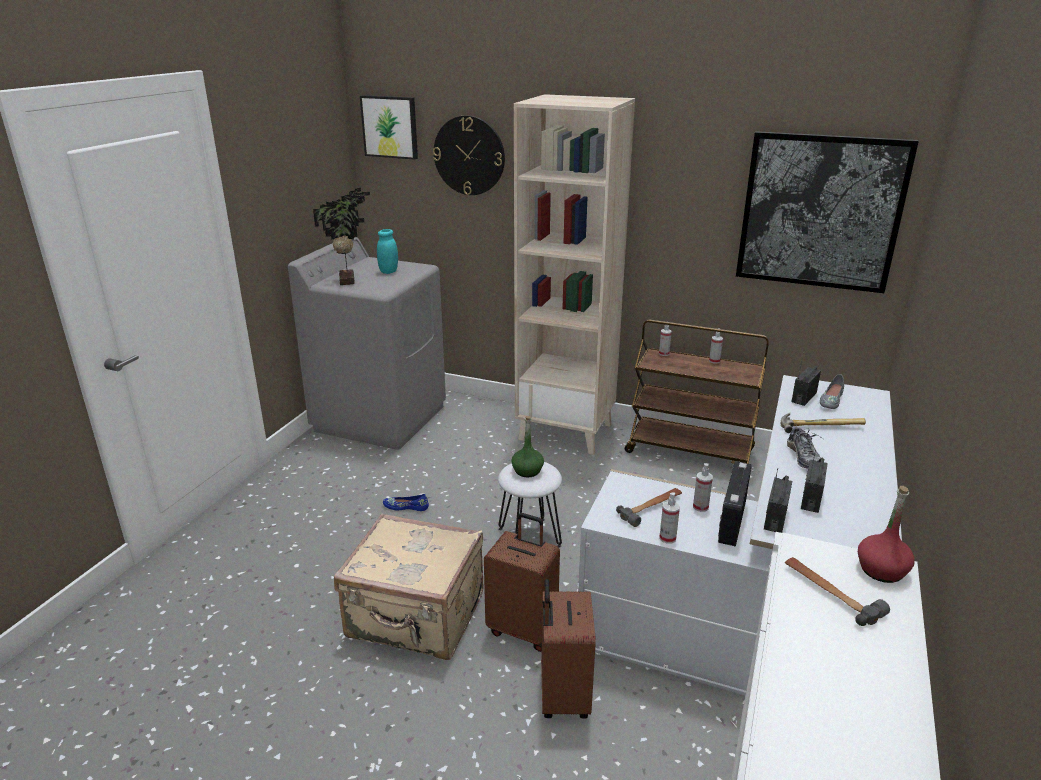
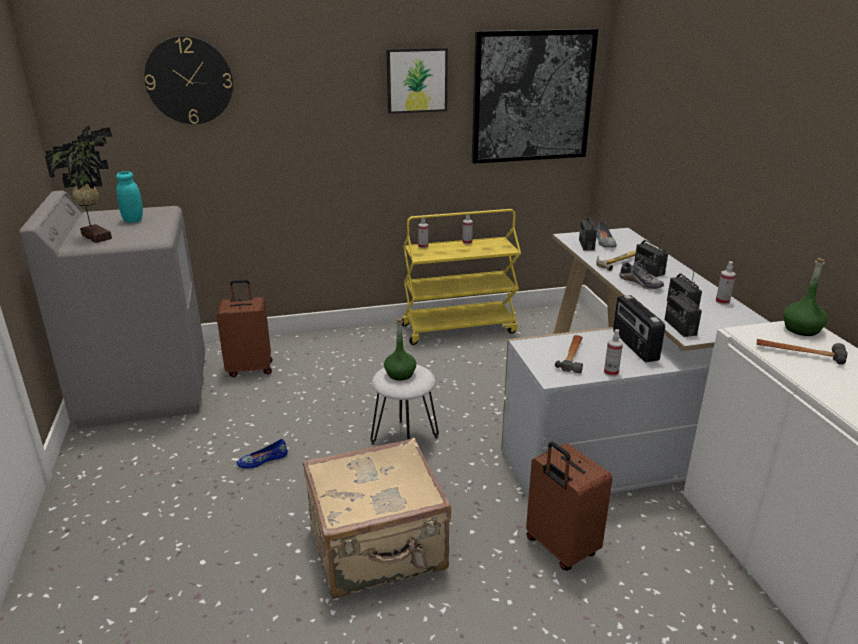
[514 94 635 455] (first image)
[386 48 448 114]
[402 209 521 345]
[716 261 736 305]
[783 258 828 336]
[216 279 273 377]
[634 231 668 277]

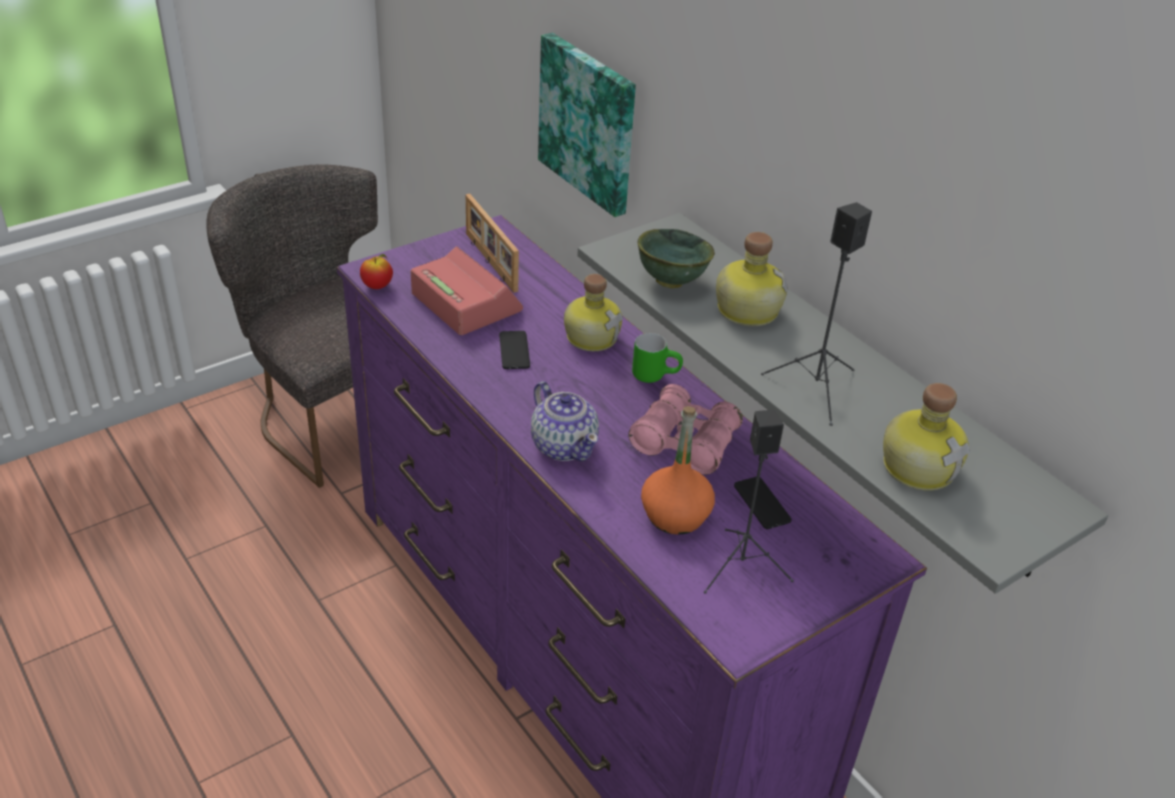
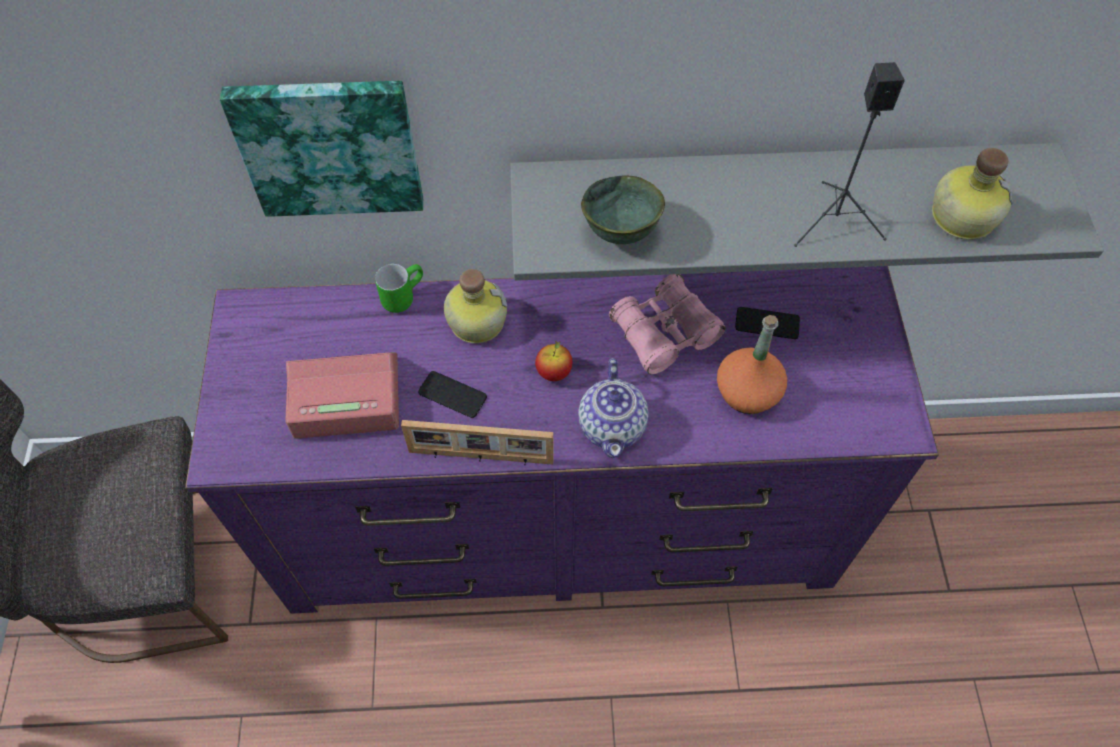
[401 420 554 465]
[716 232 787 326] (first image)
[535 341 572 381]
[375 264 423 313]
[578 358 649 458]
[704 410 794 594] (first image)

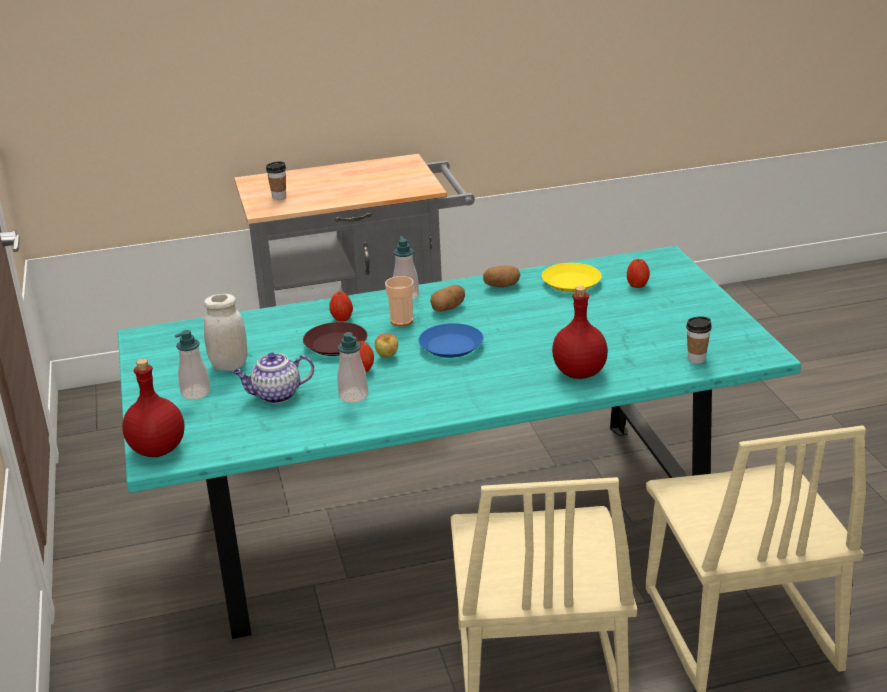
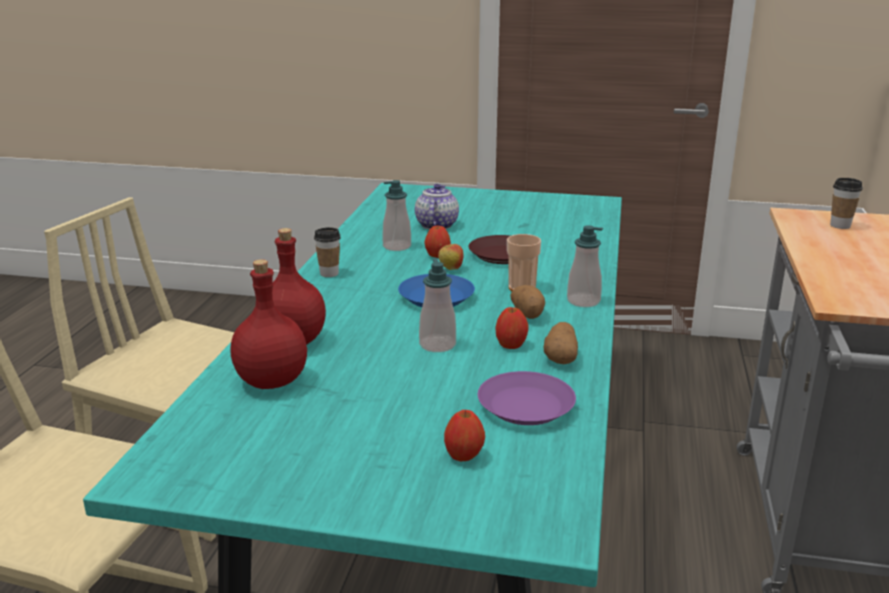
[478 371 576 425]
[495 307 529 349]
[204 294 247 371] (first image)
[314 227 341 277]
[419 258 456 352]
[231 259 307 389]

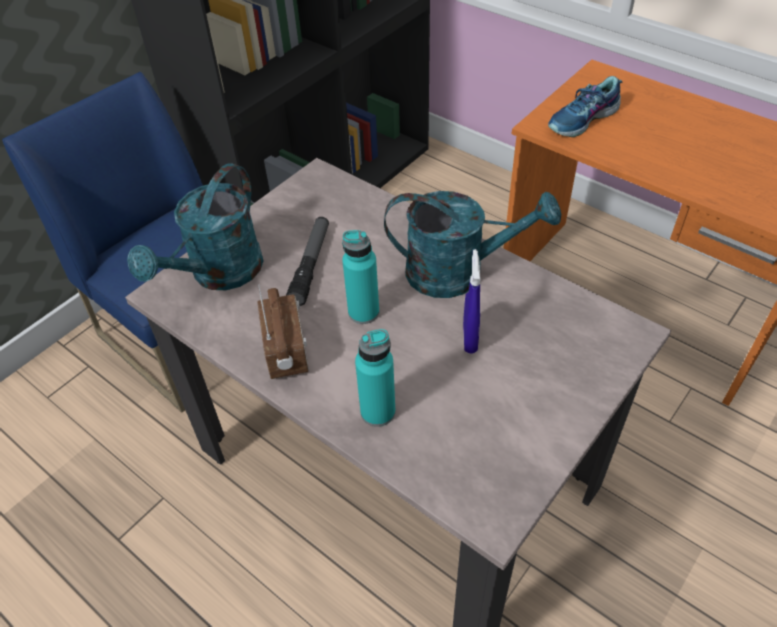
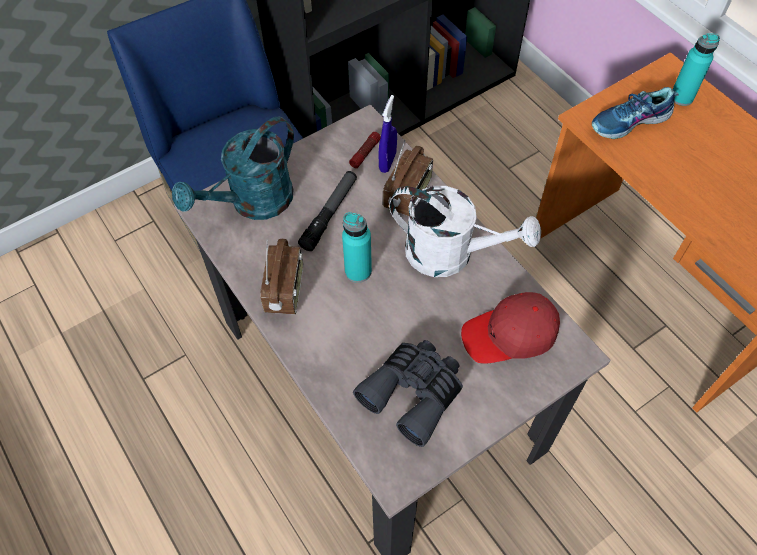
[389 186 541 277]
[379 95 397 173]
[673 34 720 106]
[349 132 381 168]
[383 139 433 216]
[461 292 560 364]
[353 340 463 447]

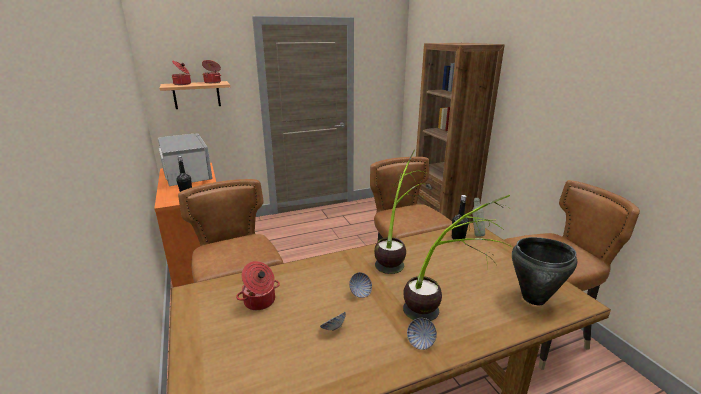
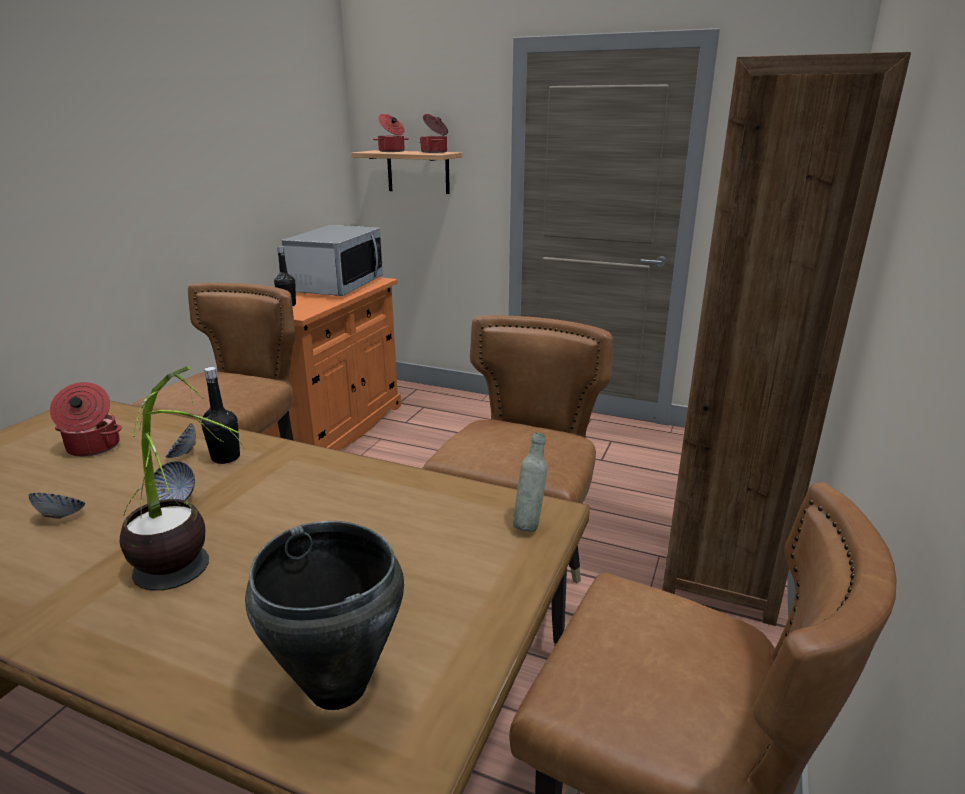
[374 150 427 274] (first image)
[201 367 240 464]
[165 423 196 458]

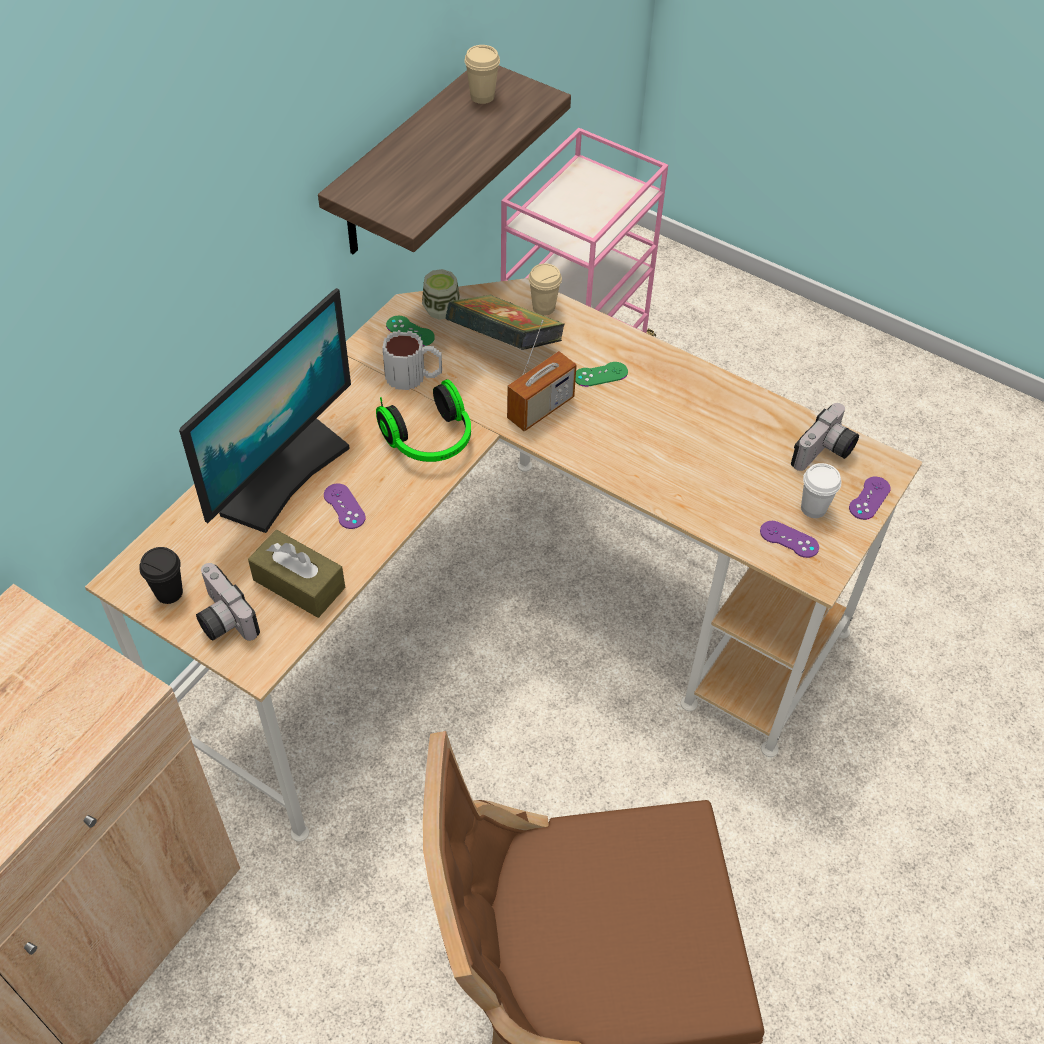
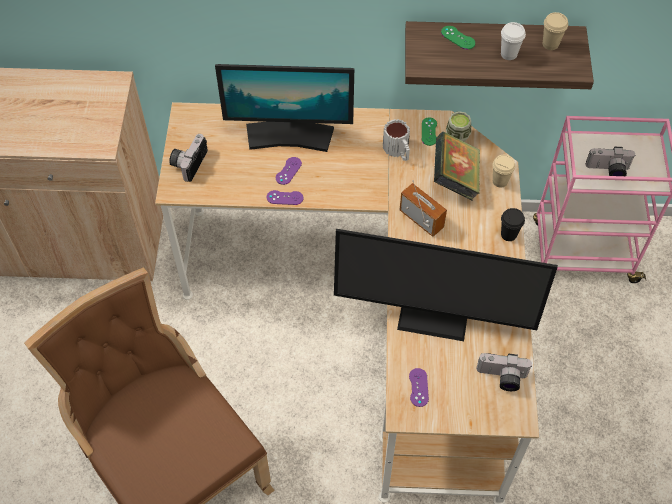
[400 180 447 237]
[441 26 475 49]
[376 379 471 462] (first image)
[501 22 526 60]
[267 190 303 205]
[248 530 345 618] (first image)
[501 208 525 241]
[585 147 636 176]
[334 229 558 341]

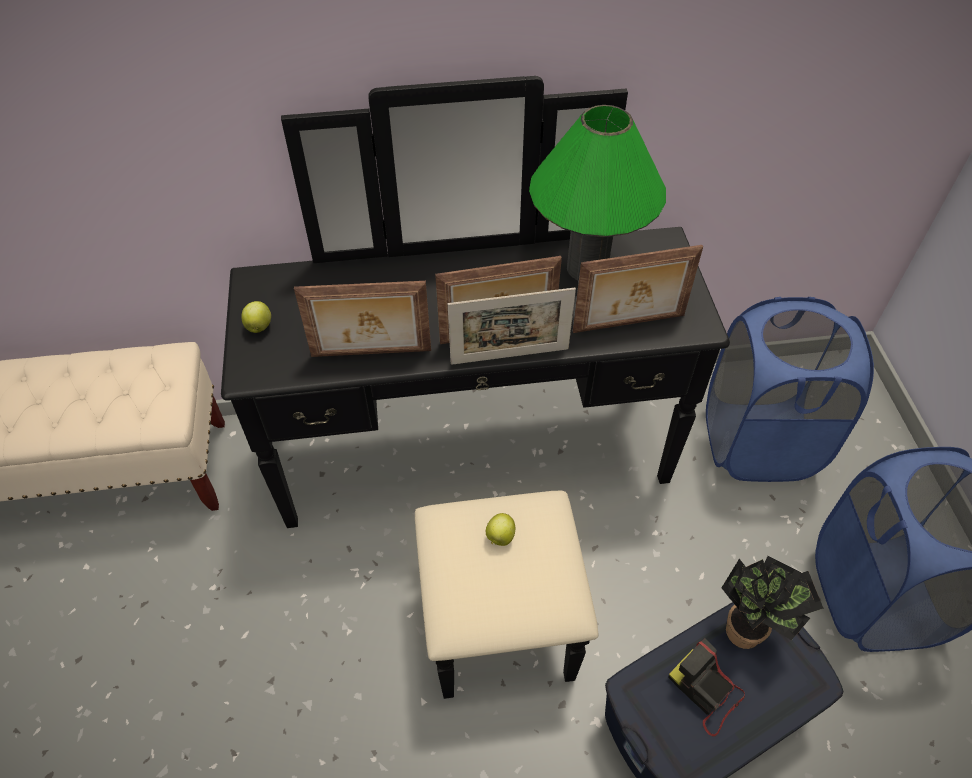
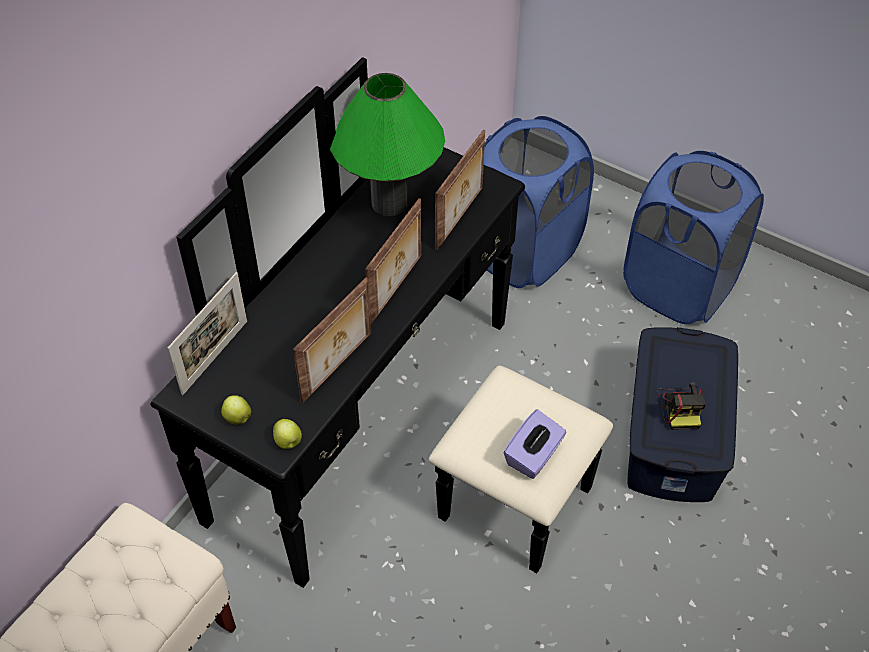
[168 272 247 395]
[273 419 302 449]
[722 556 824 649] (first image)
[657 383 706 430]
[503 409 567 479]

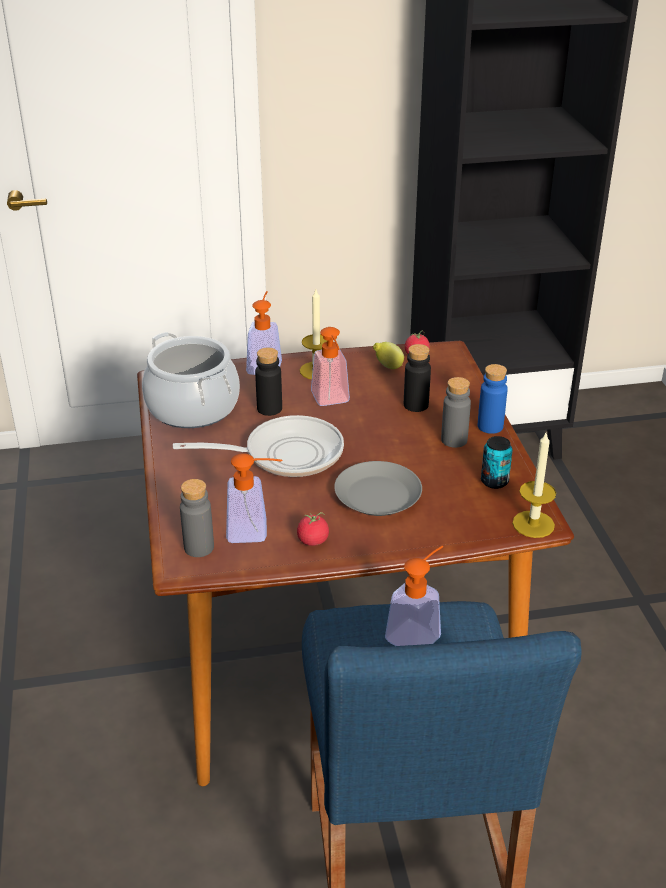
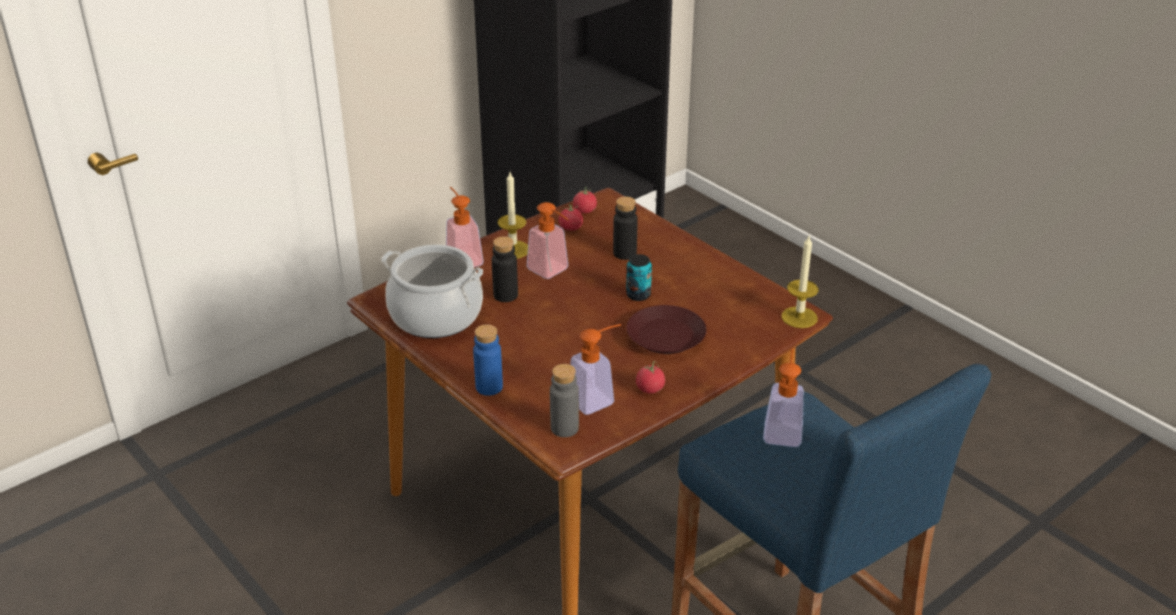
[559 203 583 231]
[473 324 503 396]
[441 377 471 448] (first image)
[173 415 344 477] (first image)
[626 254 652 301]
[627 305 707 354]

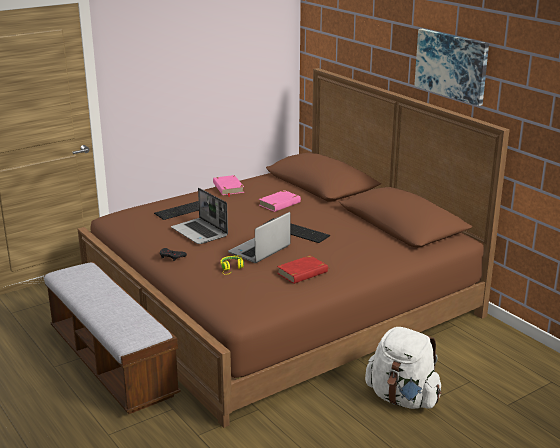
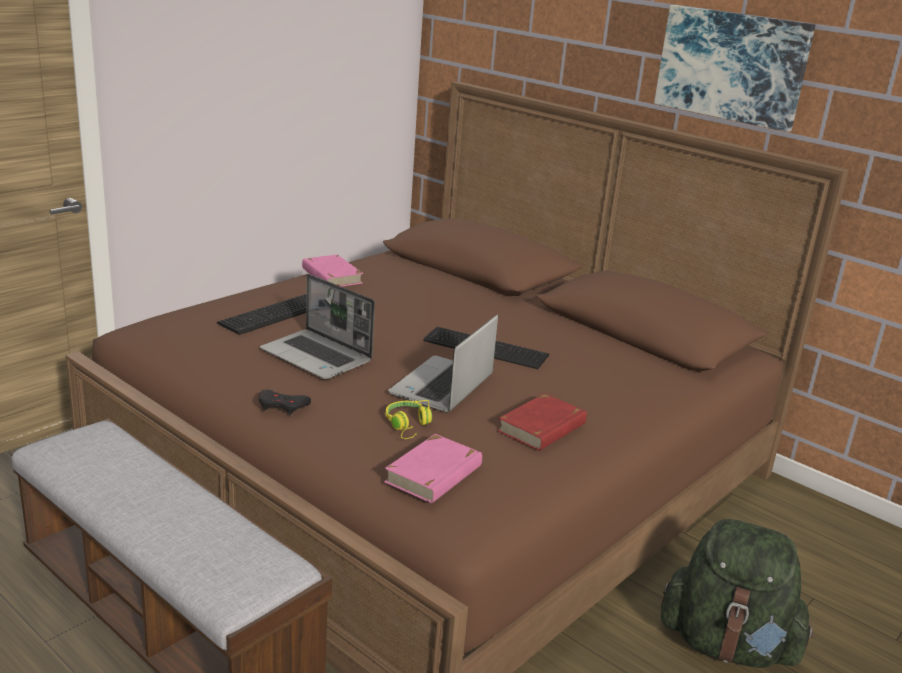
[384 434 482 503]
[661 519 814 668]

